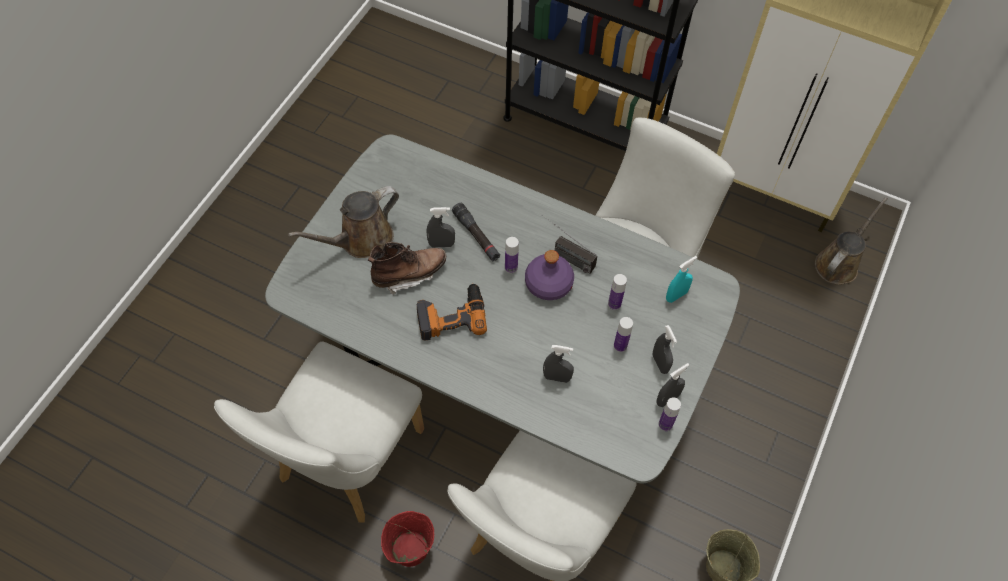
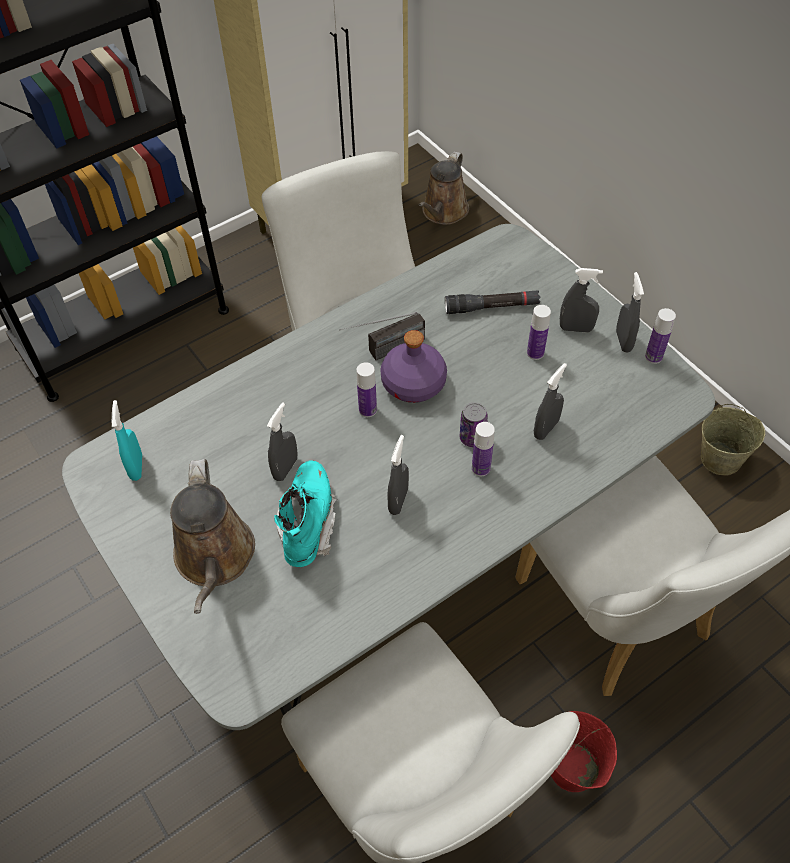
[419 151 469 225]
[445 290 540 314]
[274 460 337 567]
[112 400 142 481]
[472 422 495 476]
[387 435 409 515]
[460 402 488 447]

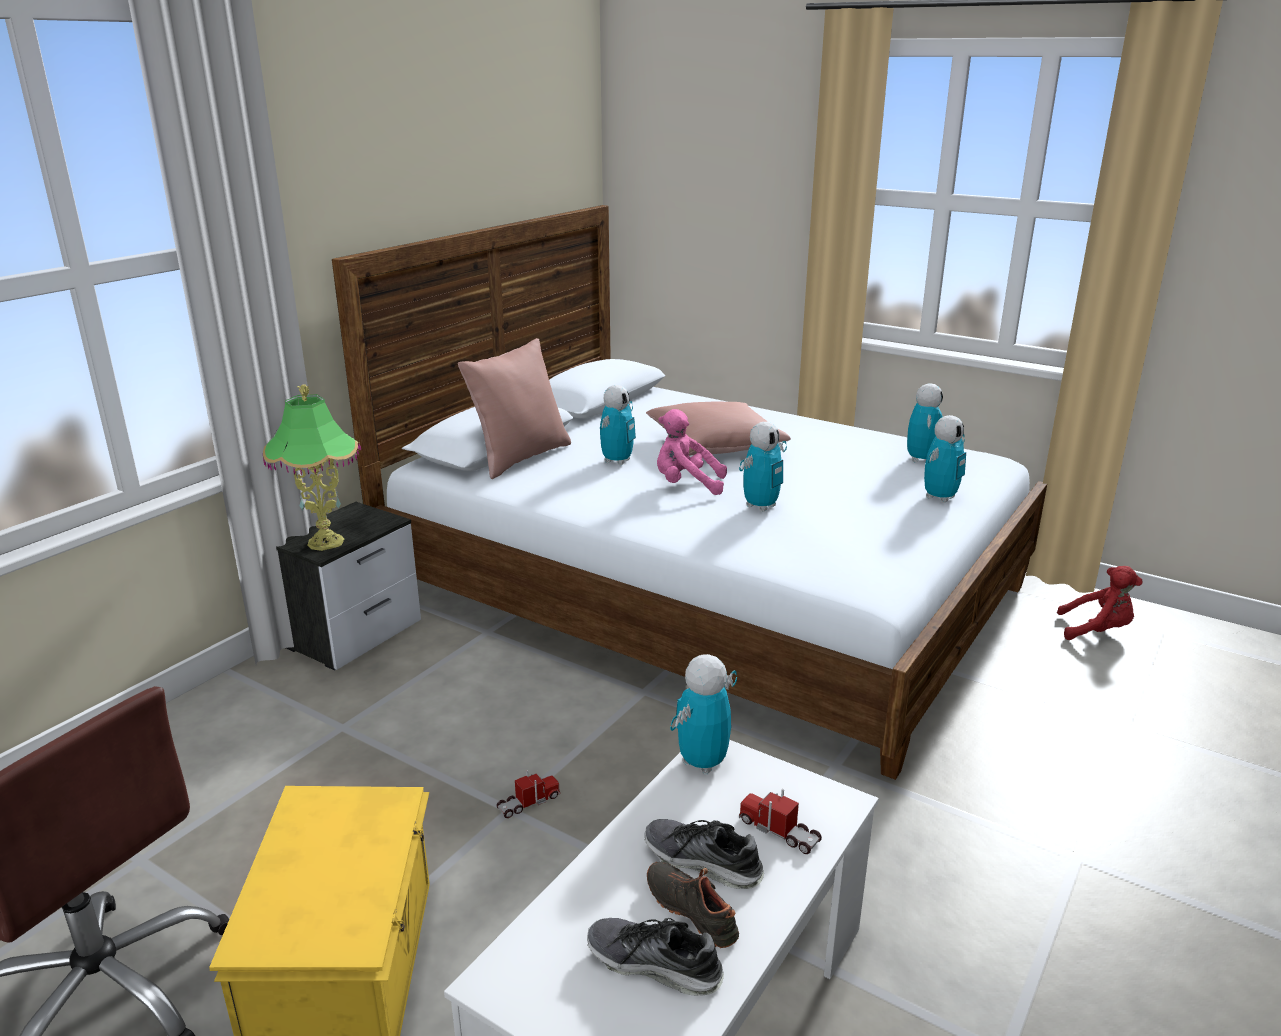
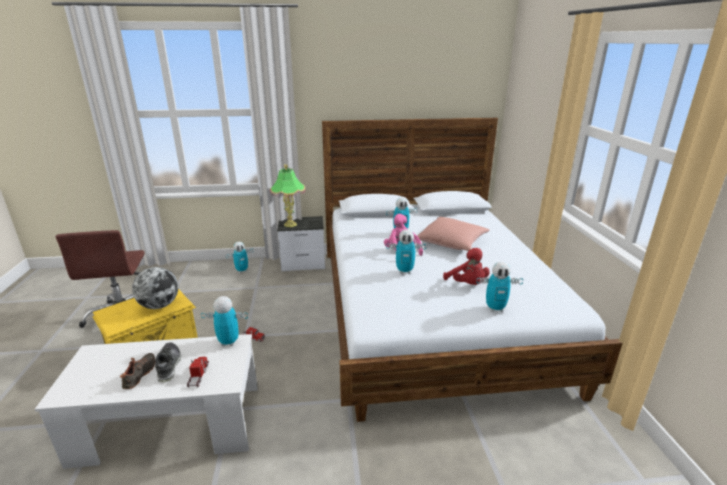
[458 338 571 479] (first image)
[226 242 254 273]
[443 248 490 285]
[587 918 724 995] (first image)
[132 267 178 309]

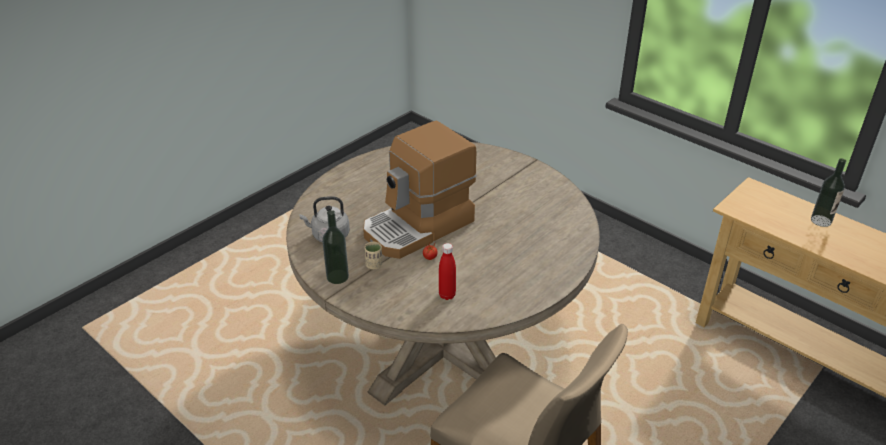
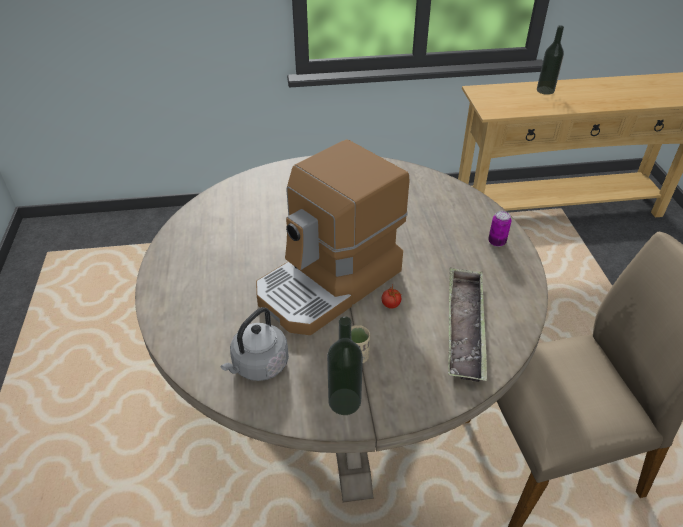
[256 140 409 335]
[448 267 487 382]
[488 211 511 247]

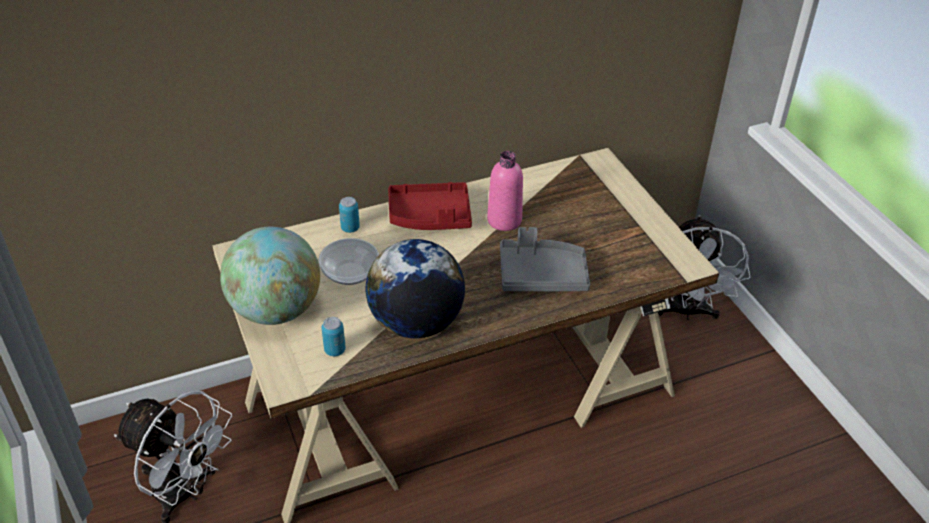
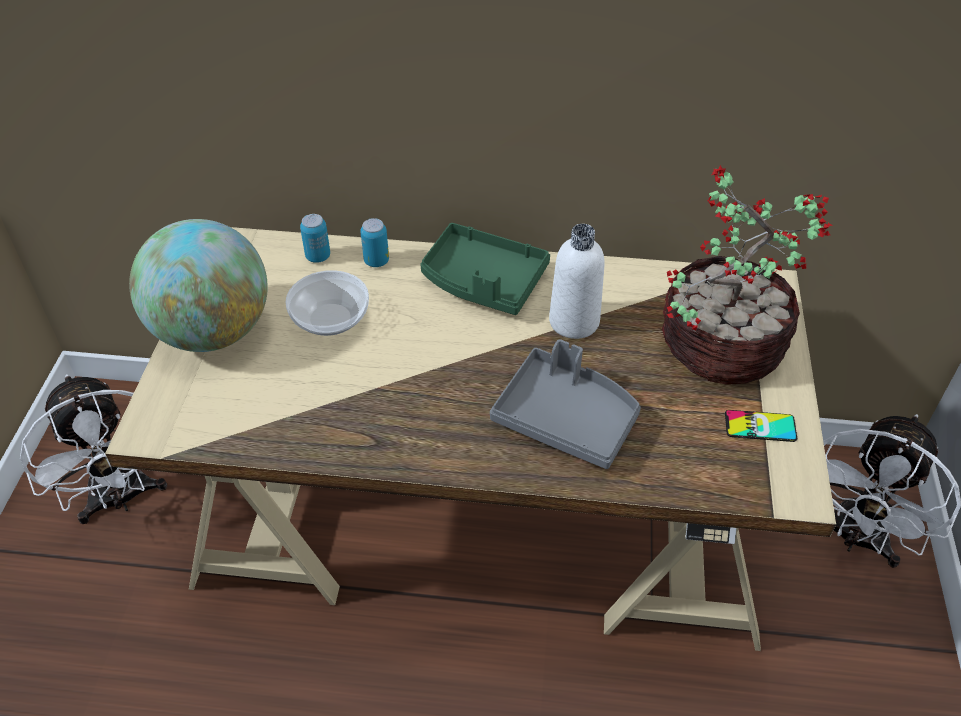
[549 224 605 339]
[420 223 550 315]
[366 239 465 338] (first image)
[300 214 330 263]
[662 165 833 385]
[725 410 797 442]

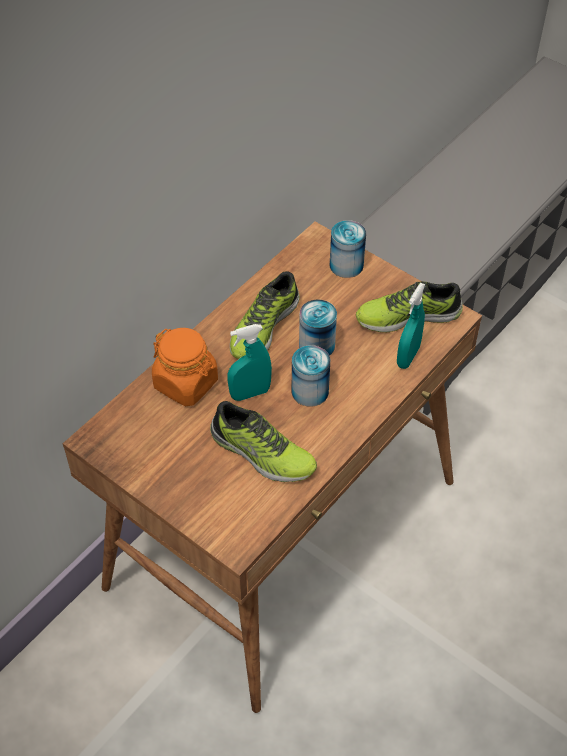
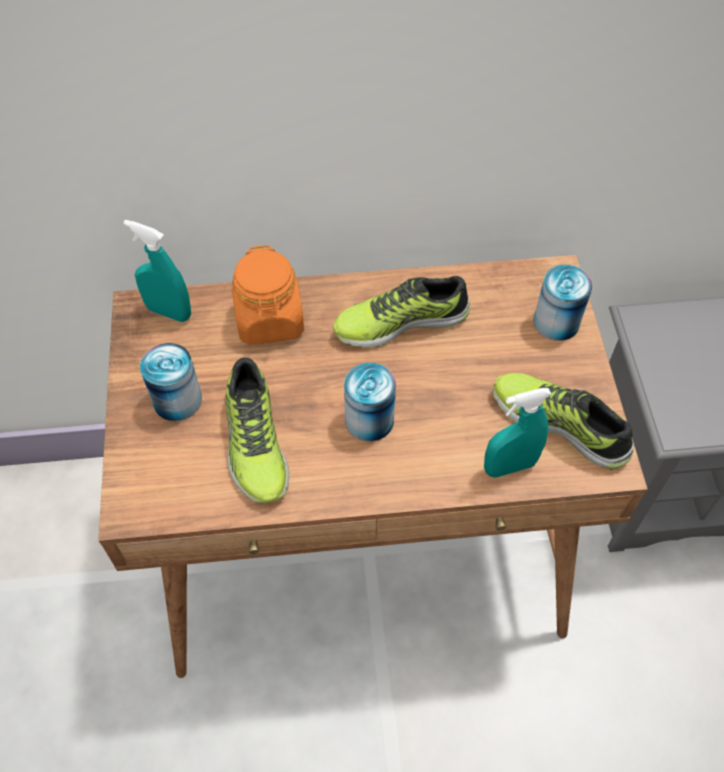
[140 343 202 421]
[124 220 191 322]

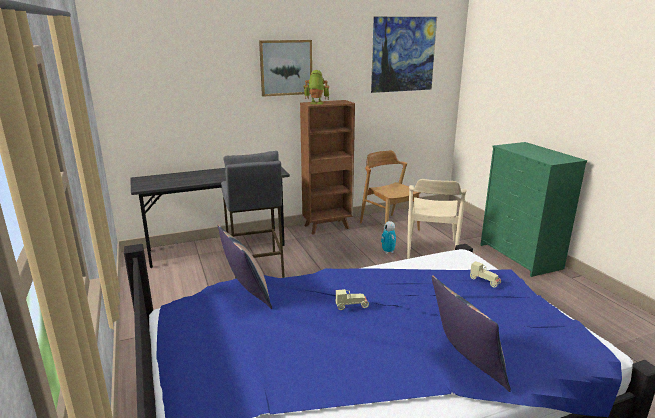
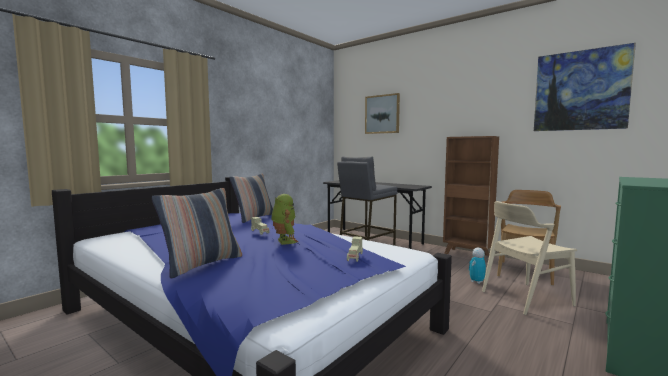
[365 93 400 134]
[271 194 298 245]

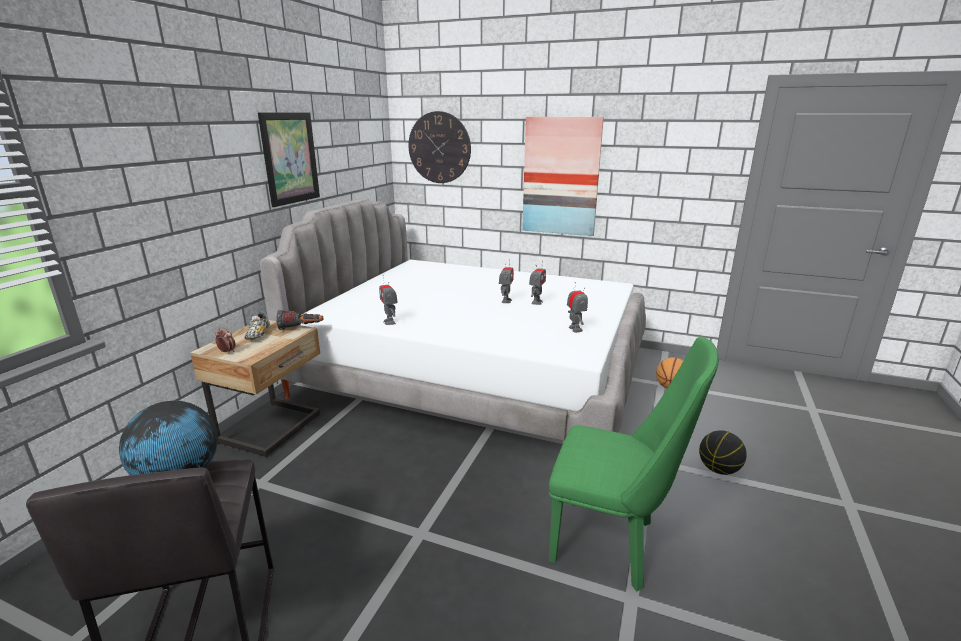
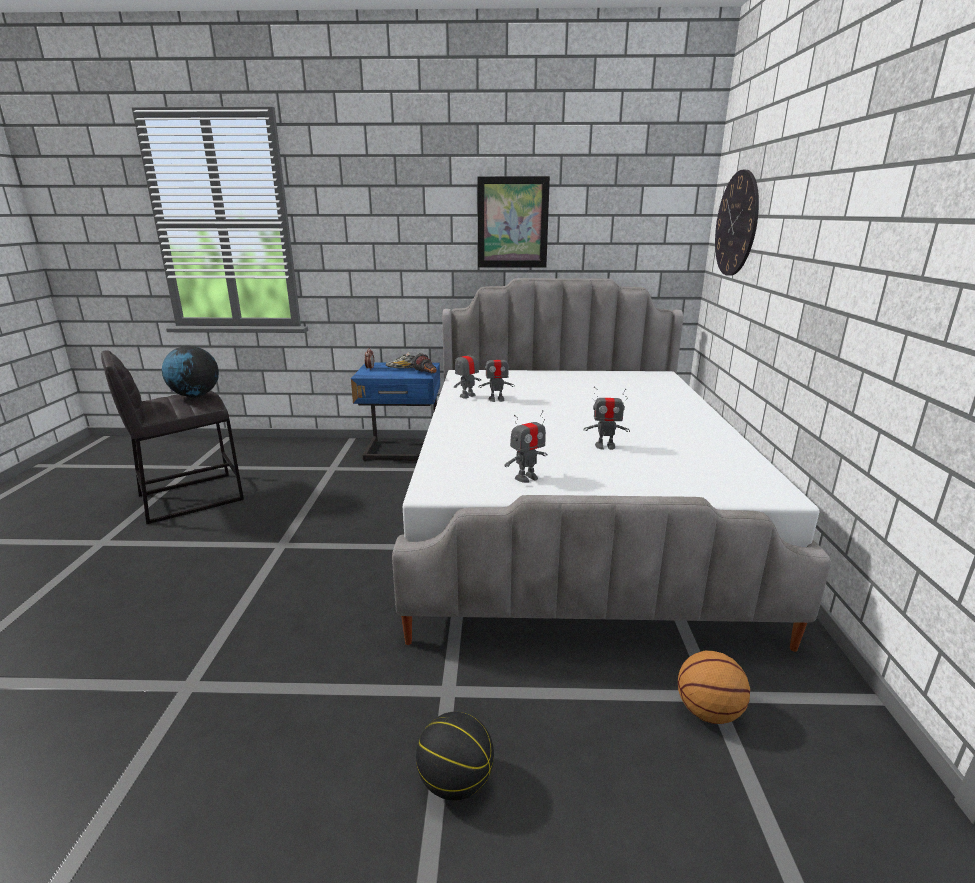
[522 117 604 236] (first image)
[478 351 515 402]
[351 362 440 461]
[549 337 719 591] (first image)

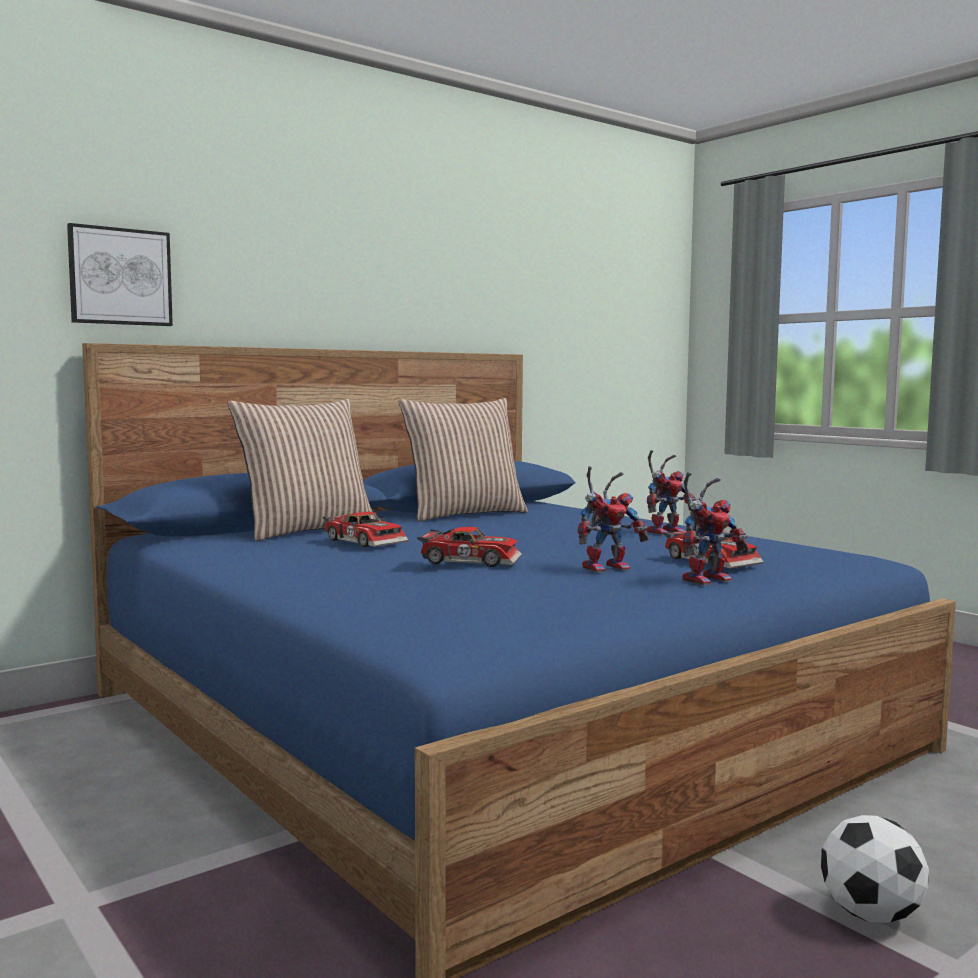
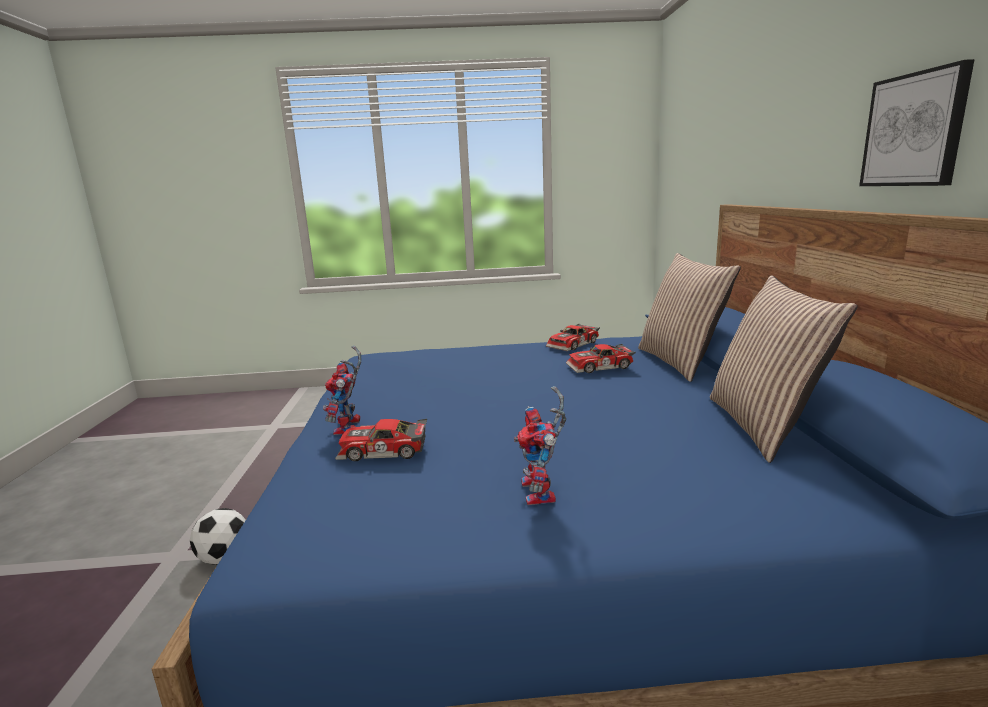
[859 59 975 186]
[578 466 649 573] (first image)
[546 324 600 351]

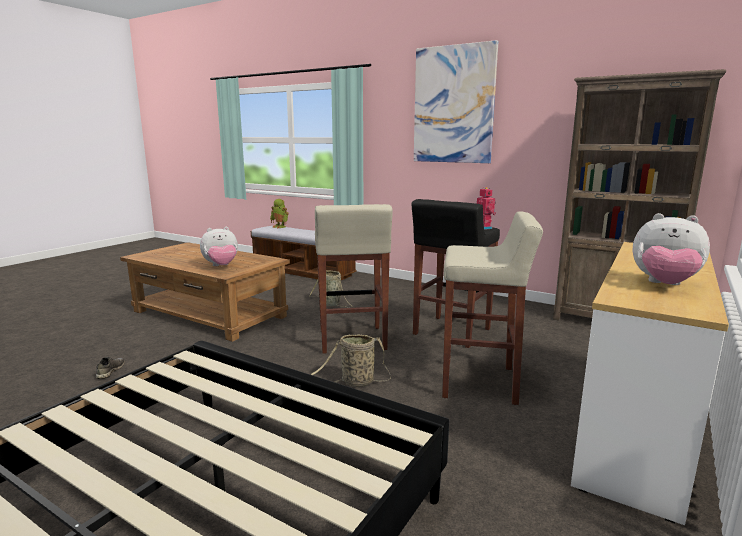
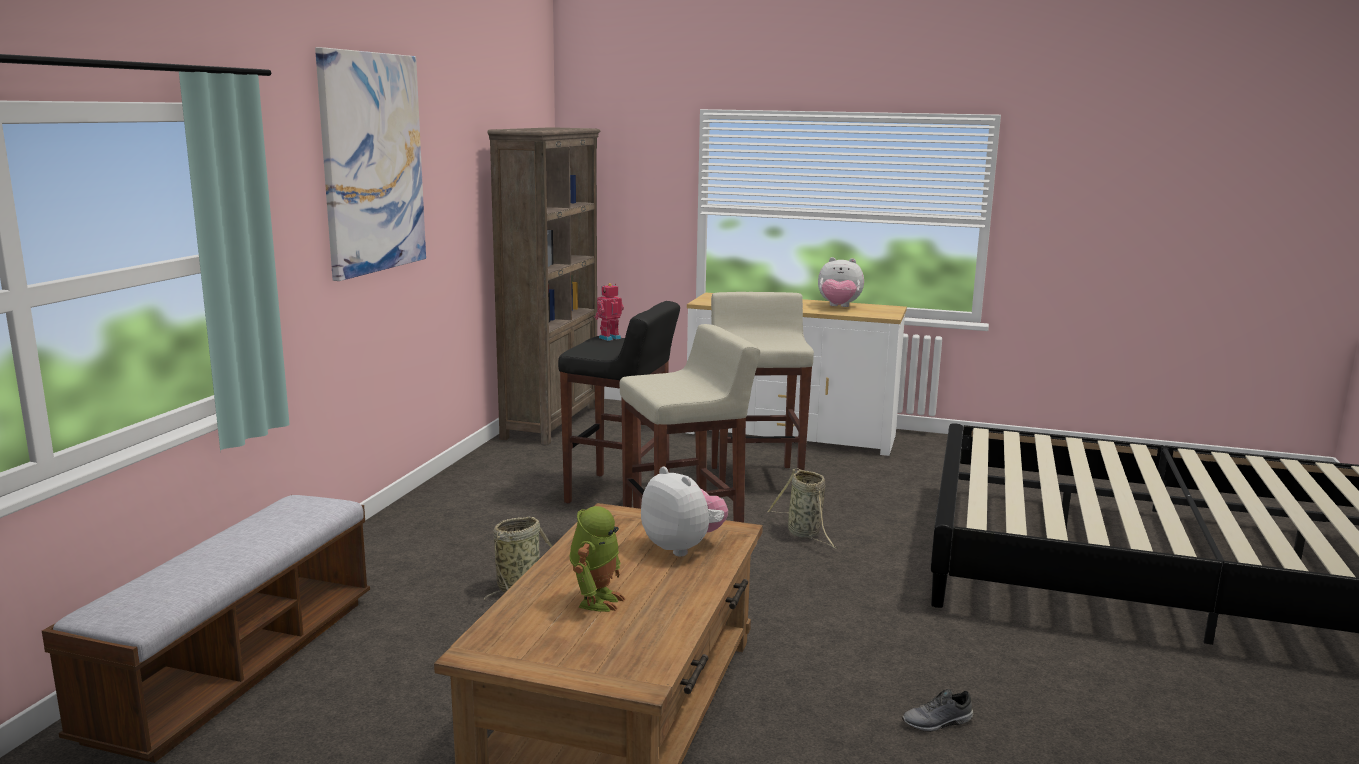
[570 506 625 612]
[818 257 864 307]

